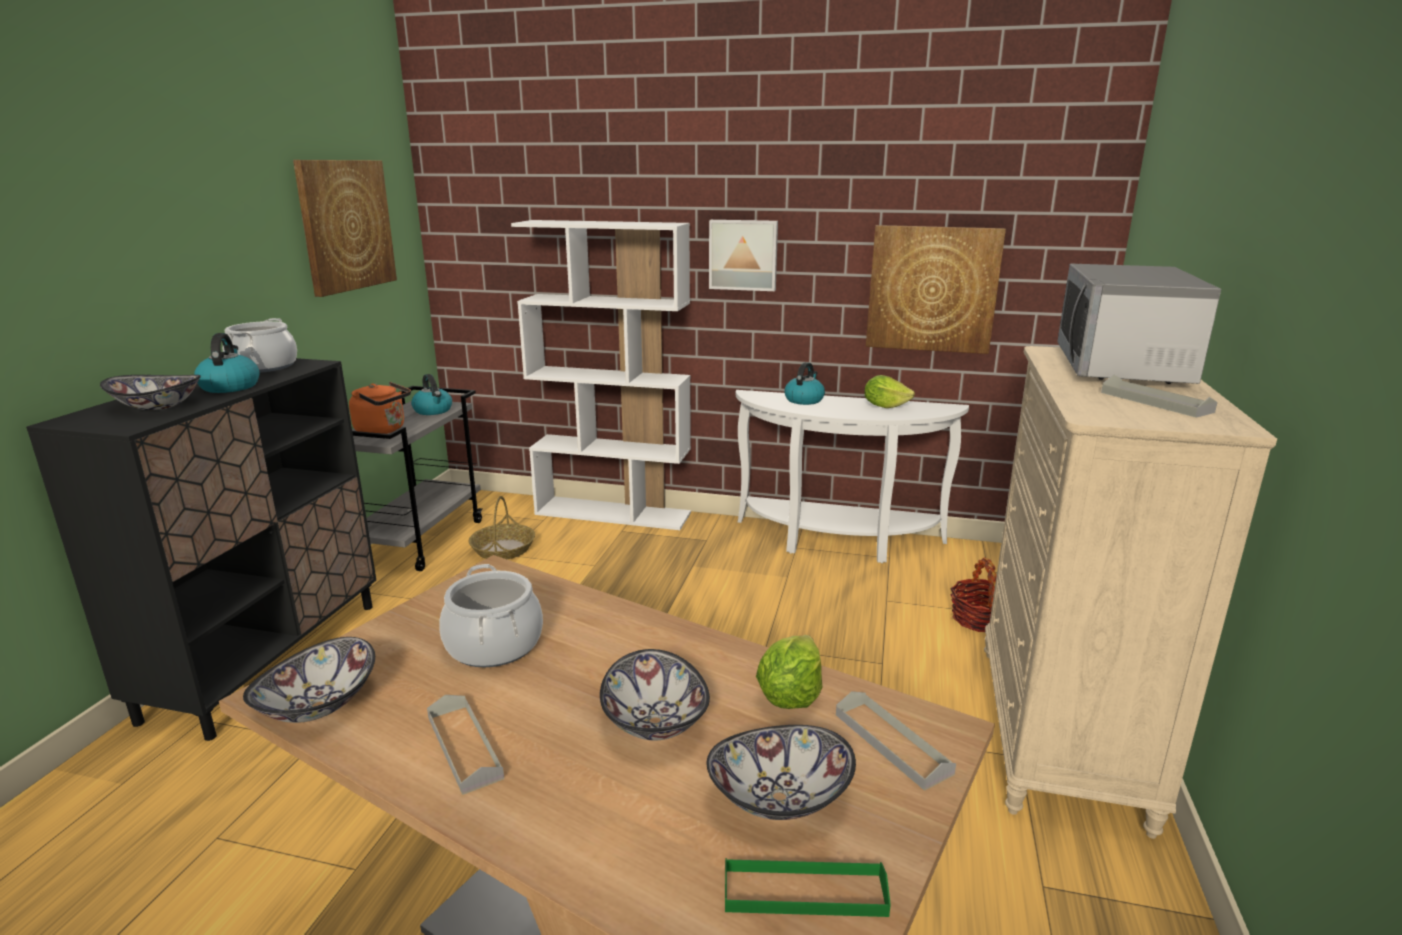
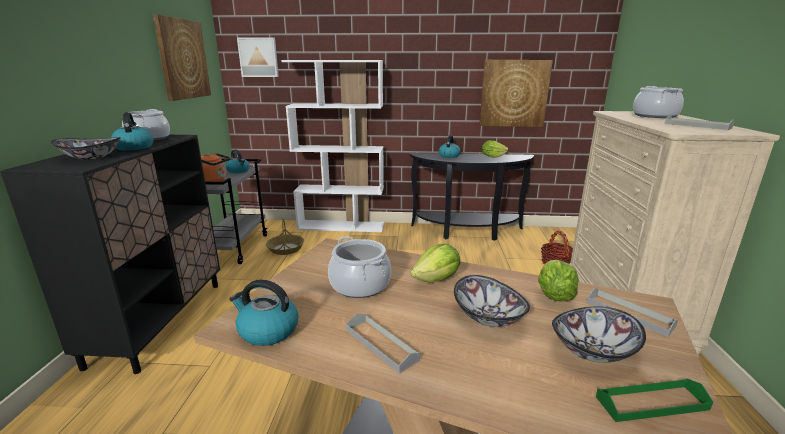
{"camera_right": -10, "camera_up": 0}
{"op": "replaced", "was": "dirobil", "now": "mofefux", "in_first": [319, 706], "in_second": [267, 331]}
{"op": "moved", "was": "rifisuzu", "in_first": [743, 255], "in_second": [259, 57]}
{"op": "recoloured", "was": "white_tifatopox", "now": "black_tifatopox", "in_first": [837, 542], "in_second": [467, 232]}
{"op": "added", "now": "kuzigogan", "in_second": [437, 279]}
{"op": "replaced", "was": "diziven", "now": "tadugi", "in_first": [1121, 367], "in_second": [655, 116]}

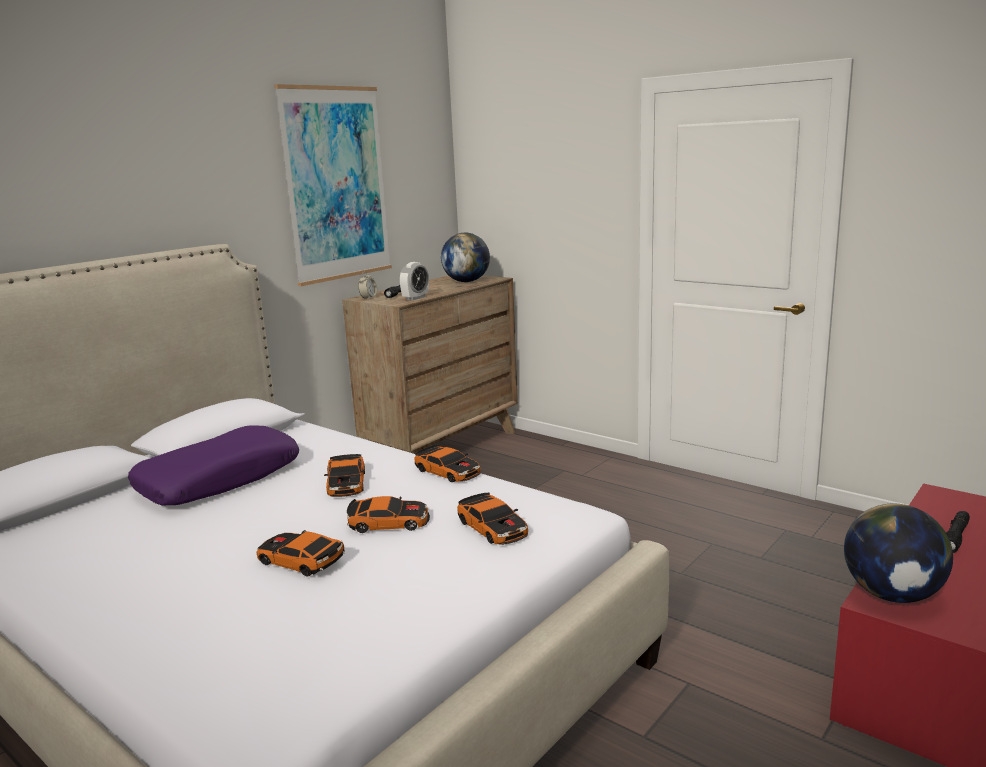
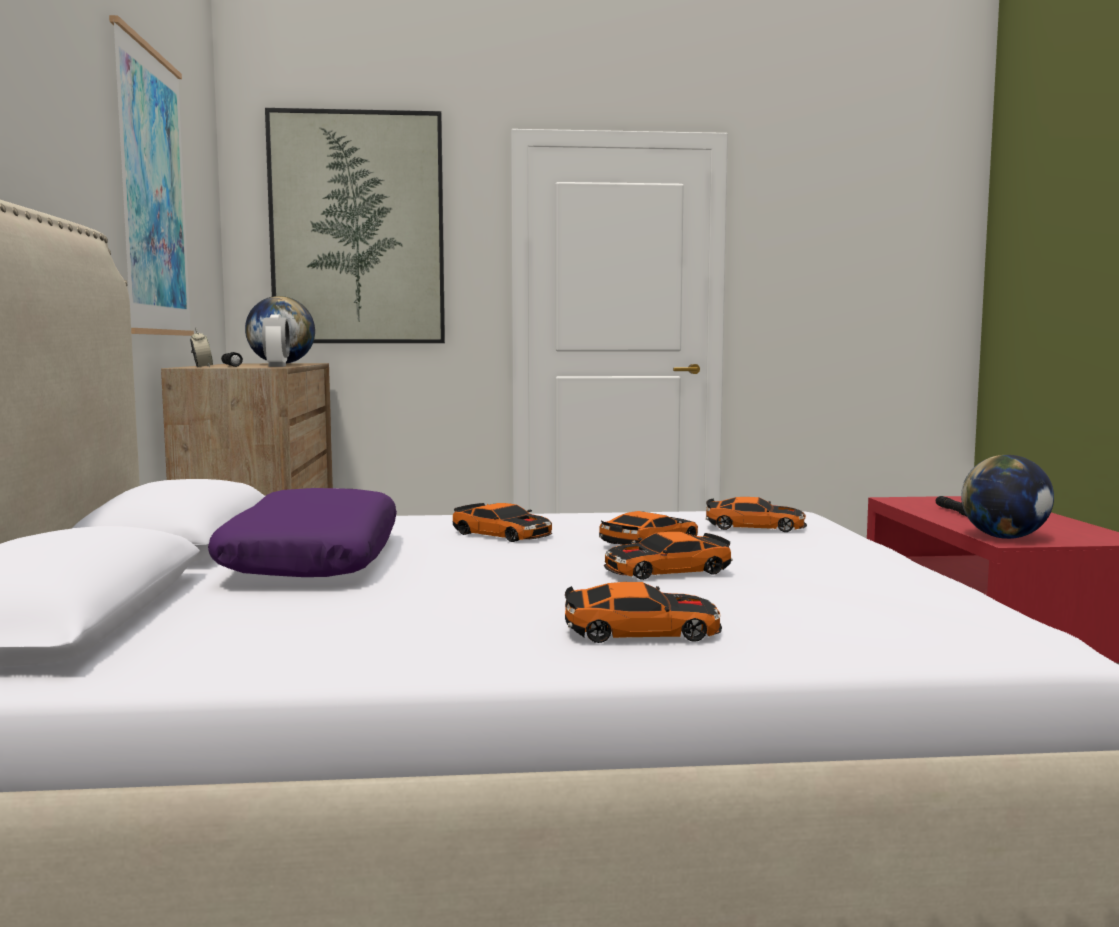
{"camera_right": -45, "camera_up": -10}
{"op": "added", "now": "rifisuzu", "in_second": [357, 228]}
{"op": "moved", "was": "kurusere", "in_first": [449, 471], "in_second": [641, 629]}

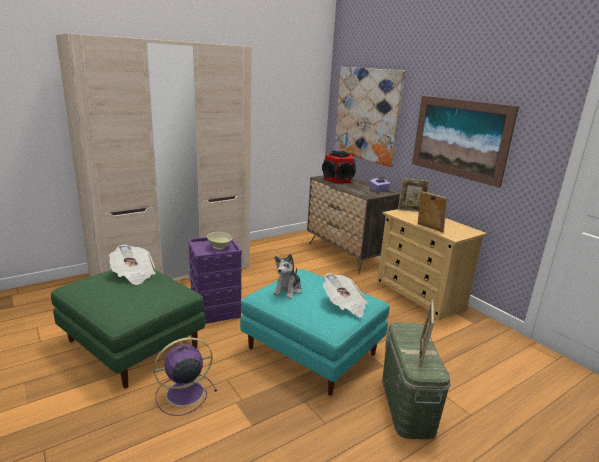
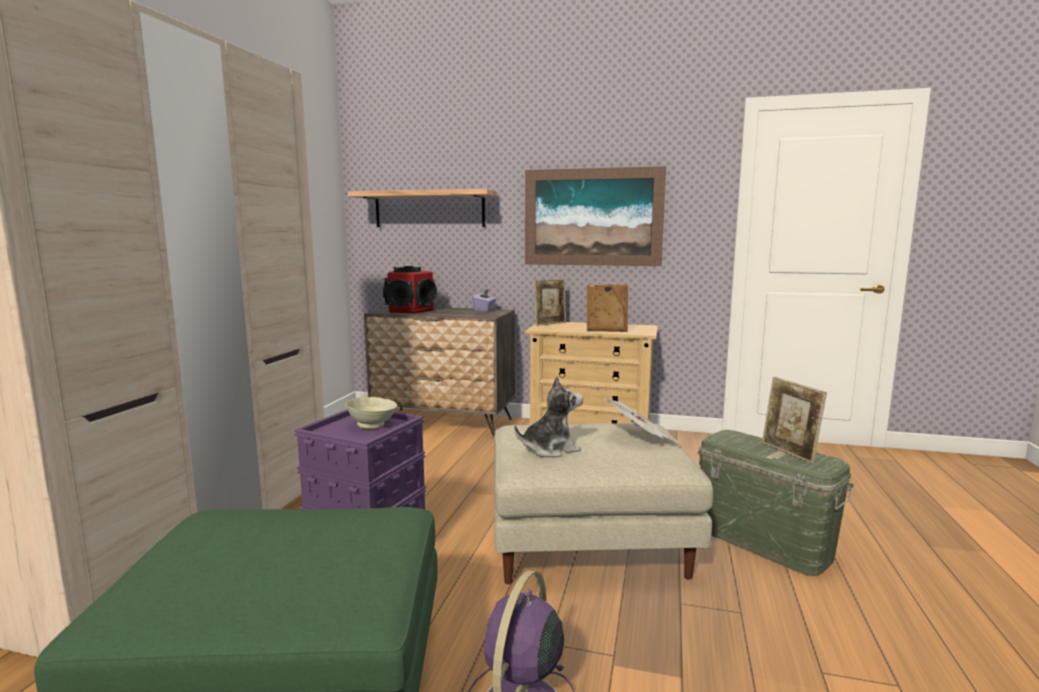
{"camera_right": -40, "camera_up": -10}
{"op": "replaced", "was": "rifisuzu", "now": "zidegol", "in_first": [367, 114], "in_second": [429, 209]}
{"op": "recoloured", "was": "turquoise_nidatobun", "now": "beige_nidatobun", "in_first": [313, 351], "in_second": [590, 542]}
{"op": "turned", "was": "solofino", "in_first": [288, 290], "in_second": [550, 449], "clockwise": -90}
{"op": "removed", "was": "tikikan", "in_first": [133, 275]}

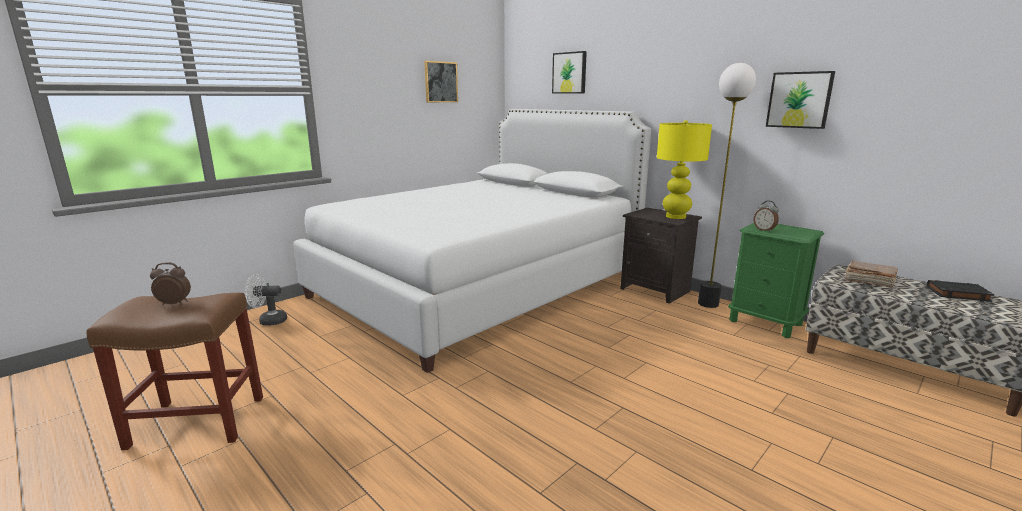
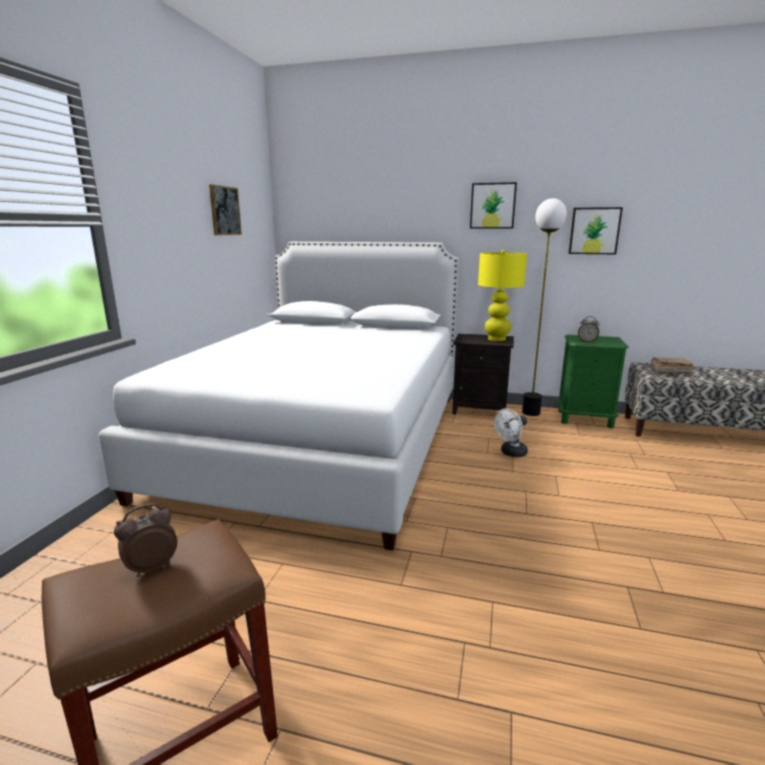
{"camera_right": -30, "camera_up": 0}
{"op": "moved", "was": "rifisuzu", "in_first": [570, 73], "in_second": [492, 206]}
{"op": "moved", "was": "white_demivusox", "in_first": [268, 321], "in_second": [511, 453]}
{"op": "removed", "was": "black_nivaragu", "in_first": [957, 294]}

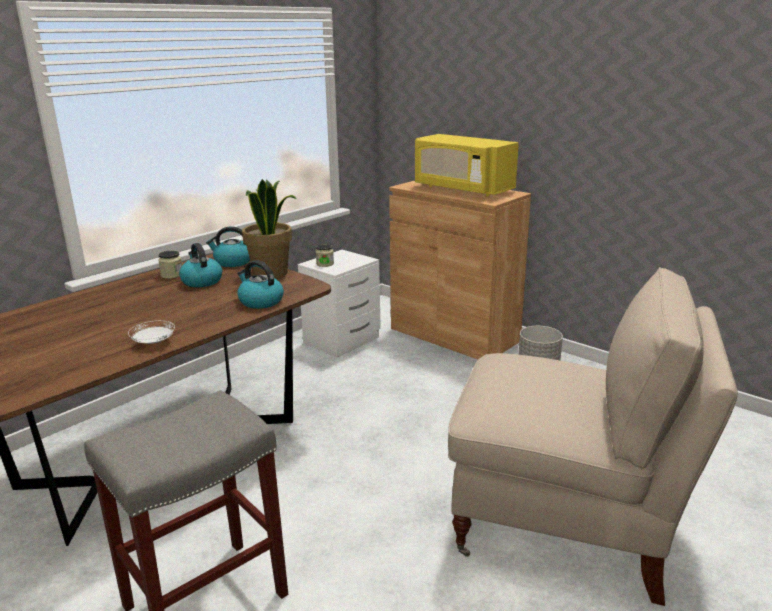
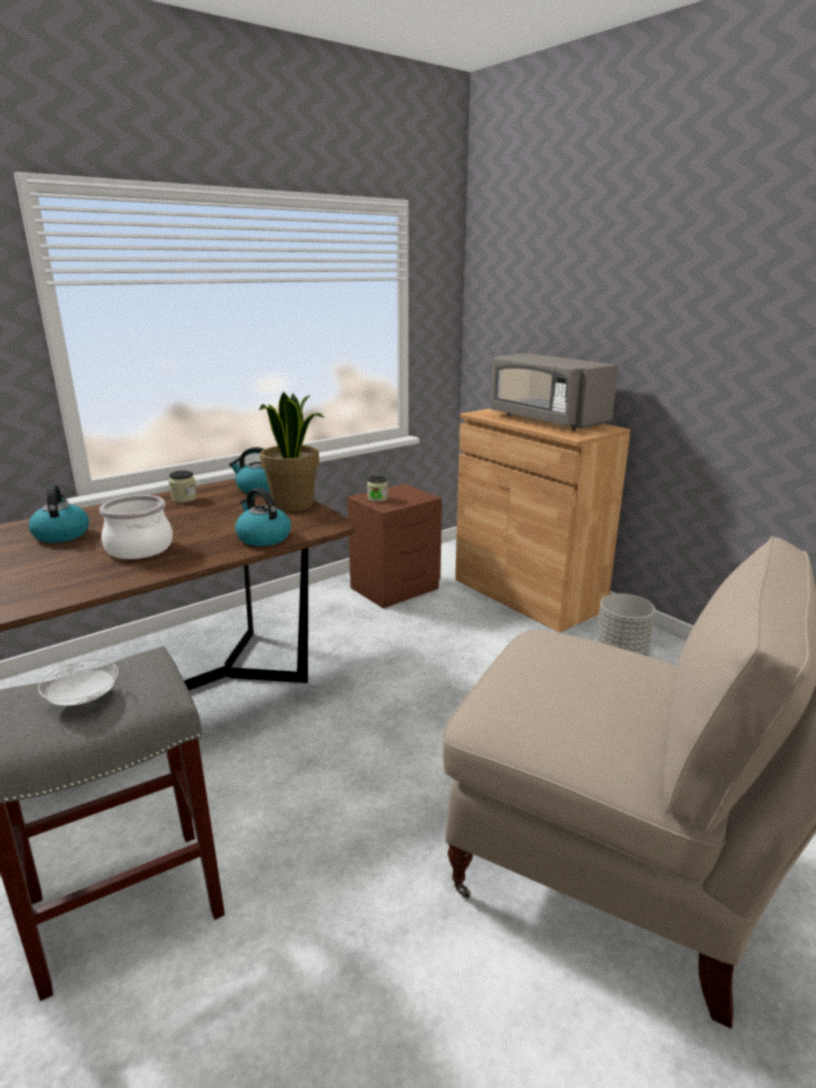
{"camera_right": 10, "camera_up": 0}
{"op": "moved", "was": "mofefux", "in_first": [201, 281], "in_second": [61, 534]}
{"op": "moved", "was": "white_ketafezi", "in_first": [153, 343], "in_second": [83, 699]}
{"op": "added", "now": "tadugi", "in_second": [140, 548]}
{"op": "recoloured", "was": "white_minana", "now": "brown_minana", "in_first": [343, 340], "in_second": [397, 588]}
{"op": "recoloured", "was": "yellow_diziven", "now": "grey_diziven", "in_first": [462, 189], "in_second": [546, 420]}

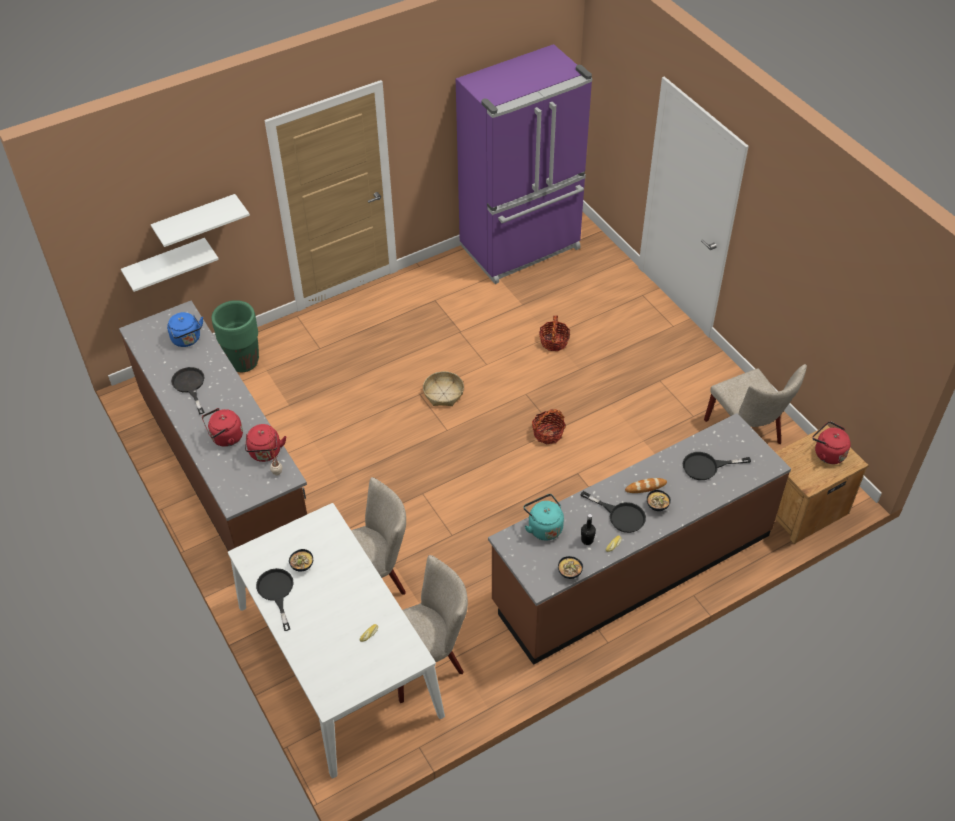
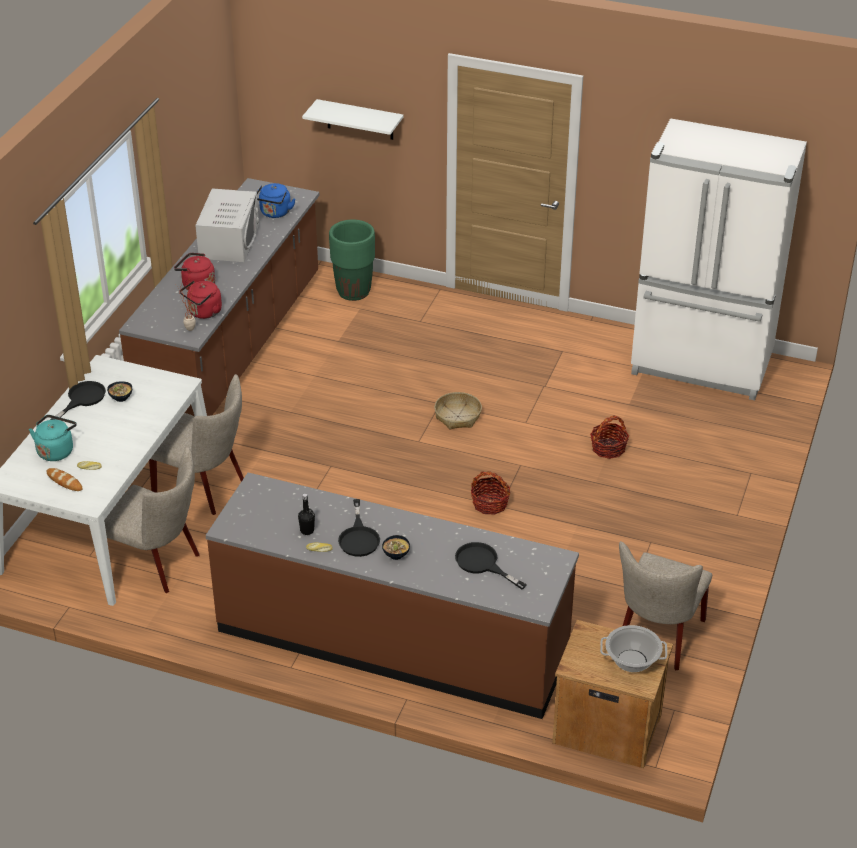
{"camera_right": 50, "camera_up": -10}
{"op": "moved", "was": "turquoise_mofefux", "in_first": [543, 527], "in_second": [56, 450]}
{"op": "moved", "was": "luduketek", "in_first": [645, 487], "in_second": [64, 481]}
{"op": "replaced", "was": "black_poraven", "now": "white_diziven", "in_first": [190, 386], "in_second": [229, 241]}
{"op": "replaced", "was": "red_mofefux", "now": "tadugi", "in_first": [827, 453], "in_second": [632, 661]}
{"op": "recoloured", "was": "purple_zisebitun", "now": "white_zisebitun", "in_first": [522, 248], "in_second": [701, 365]}
{"op": "removed", "was": "white_zidegol", "in_first": [166, 263]}
{"op": "removed", "was": "dirobil", "in_first": [569, 573]}

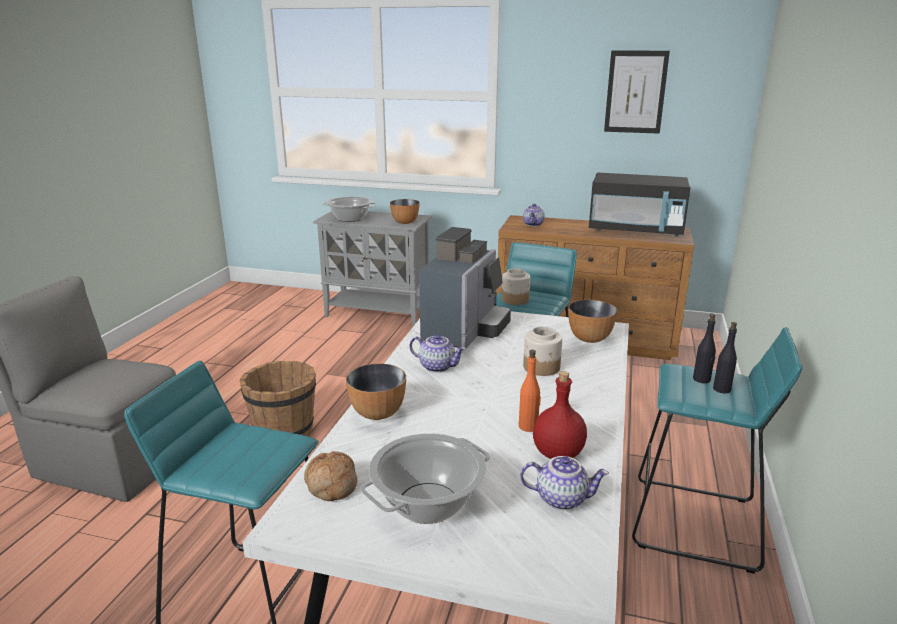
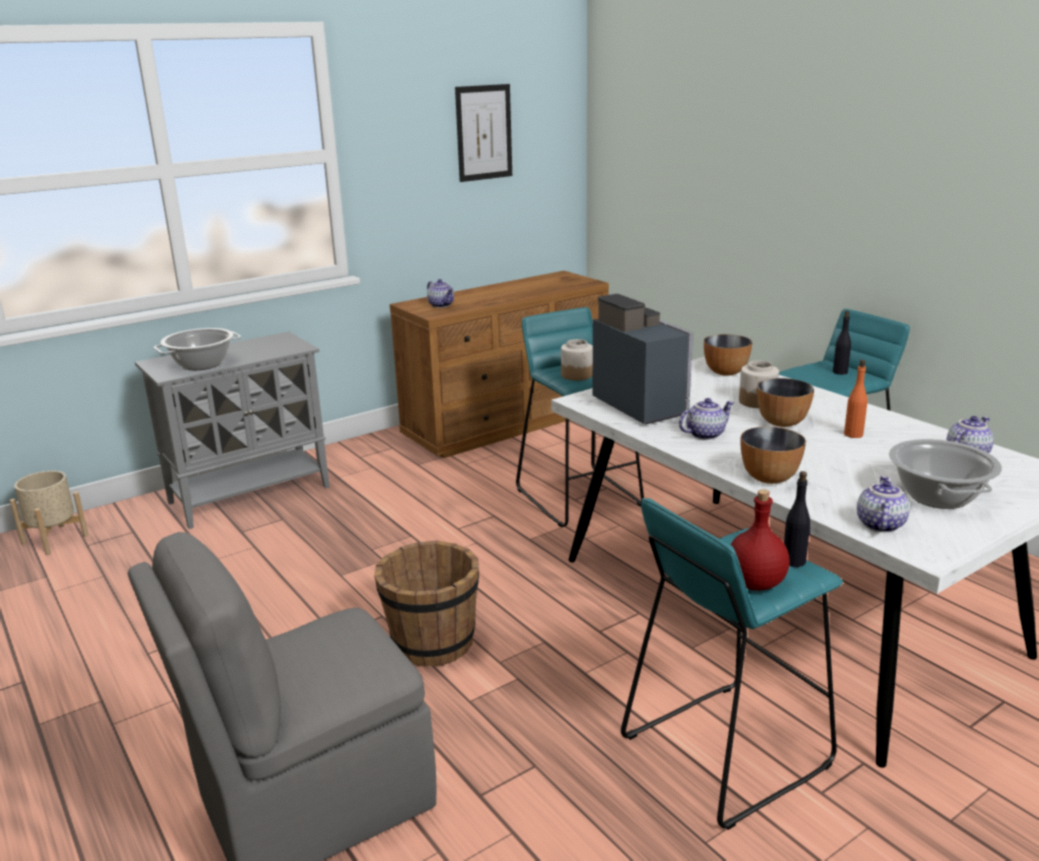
{"camera_right": -50, "camera_up": 0}
{"op": "added", "now": "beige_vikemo", "in_second": [55, 539]}
{"op": "moved", "was": "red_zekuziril", "in_first": [557, 453], "in_second": [754, 583]}
{"op": "moved", "was": "dirobil", "in_first": [405, 222], "in_second": [782, 422]}
{"op": "moved", "was": "black_zekuziril", "in_first": [701, 379], "in_second": [794, 561]}
{"op": "replaced", "was": "luduketek", "now": "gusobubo", "in_first": [330, 485], "in_second": [879, 524]}
{"op": "removed", "was": "black_diziven", "in_first": [635, 230]}

